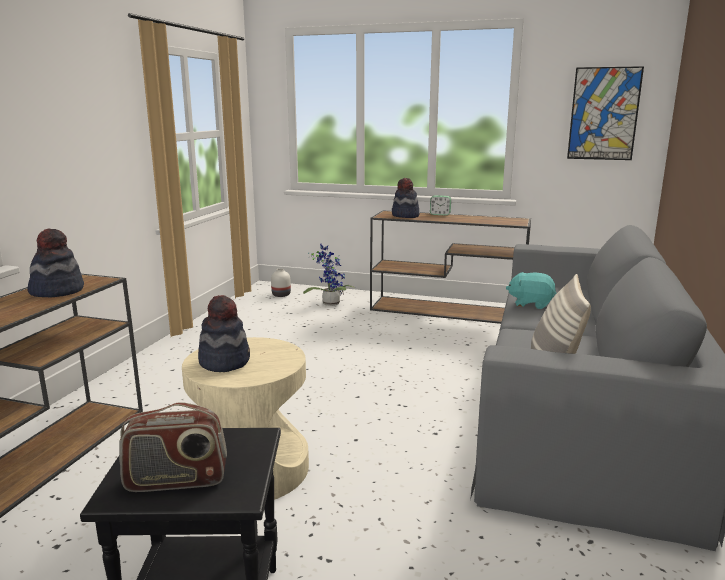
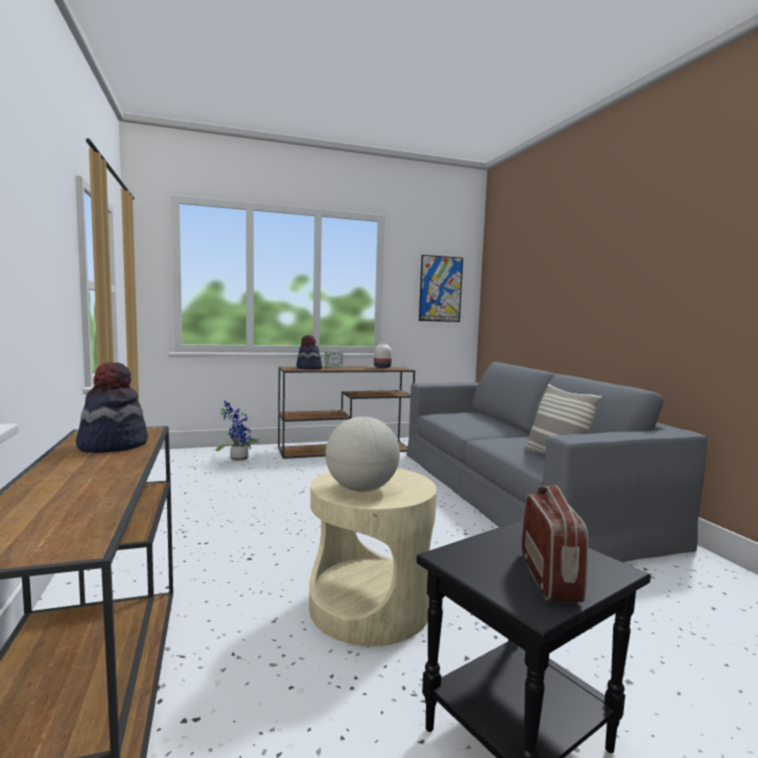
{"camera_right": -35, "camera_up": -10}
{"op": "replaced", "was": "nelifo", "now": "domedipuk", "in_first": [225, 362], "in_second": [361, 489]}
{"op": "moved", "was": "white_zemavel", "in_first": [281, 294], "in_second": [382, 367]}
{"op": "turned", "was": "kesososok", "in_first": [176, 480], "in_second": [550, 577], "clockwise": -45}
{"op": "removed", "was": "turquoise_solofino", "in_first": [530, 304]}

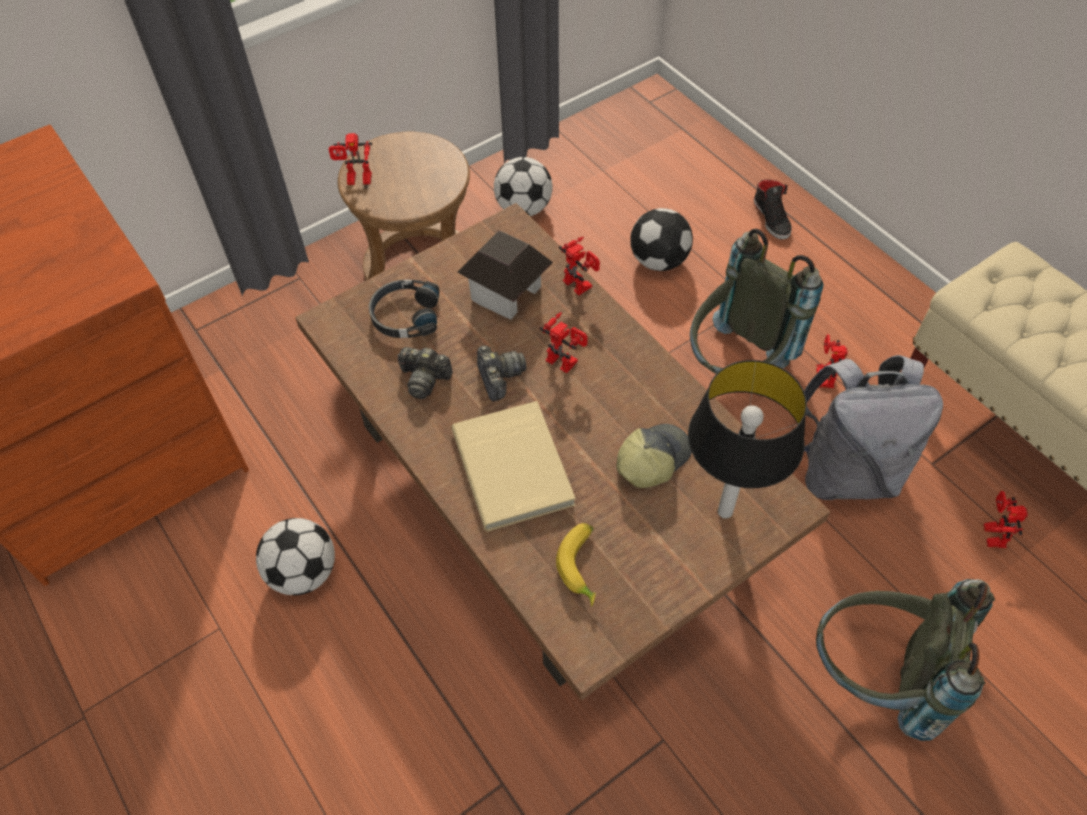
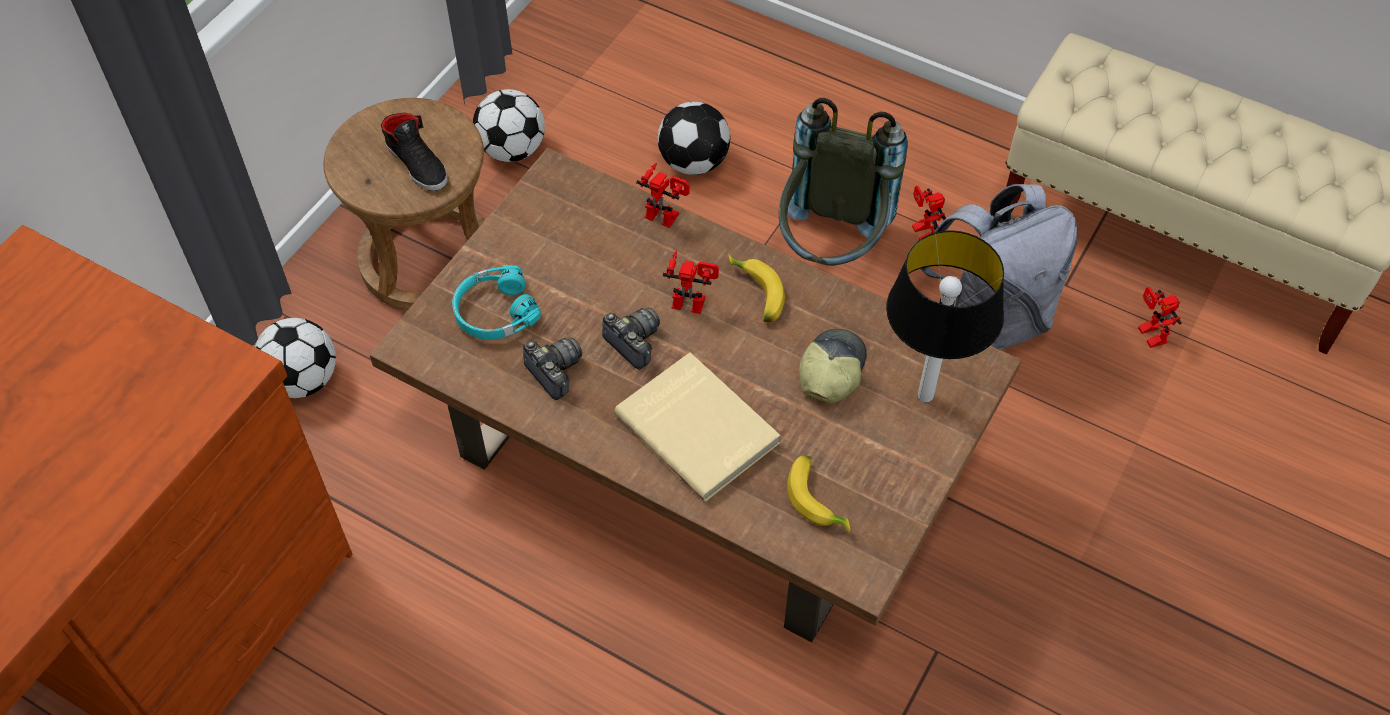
{"camera_right": -25, "camera_up": 0}
{"op": "moved", "was": "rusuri", "in_first": [303, 573], "in_second": [303, 380]}
{"op": "moved", "was": "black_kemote", "in_first": [772, 218], "in_second": [418, 164]}
{"op": "recoloured", "was": "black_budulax", "now": "turquoise_budulax", "in_first": [405, 316], "in_second": [494, 312]}
{"op": "turned", "was": "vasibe", "in_first": [424, 379], "in_second": [554, 372], "clockwise": -120}
{"op": "added", "now": "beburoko", "in_second": [755, 294]}
{"op": "removed", "was": "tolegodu", "in_first": [357, 181]}
{"op": "removed", "was": "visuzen", "in_first": [506, 293]}
{"op": "removed", "was": "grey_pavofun", "in_first": [875, 678]}

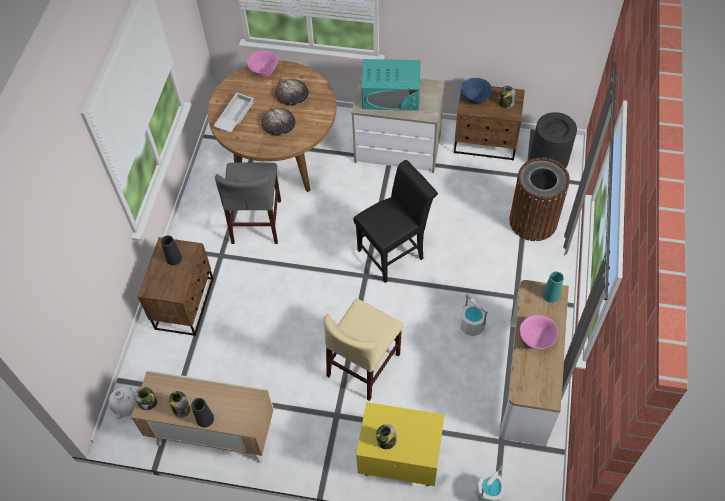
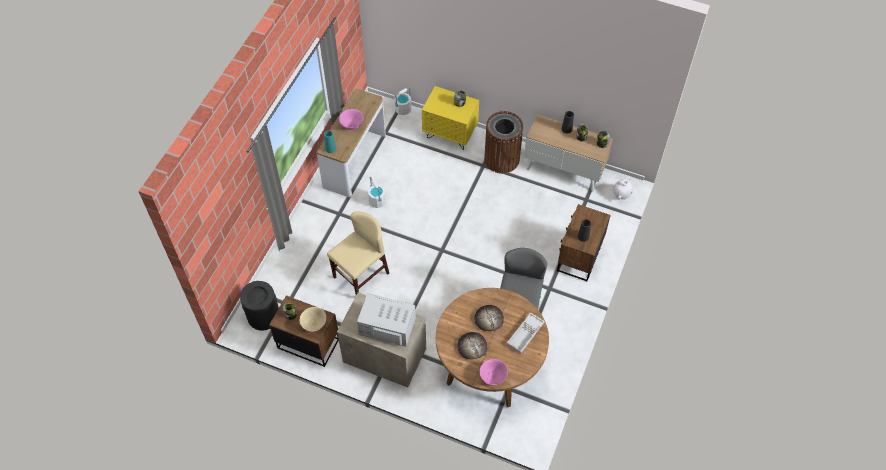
{"camera_right": -170, "camera_up": 0}
{"op": "recoloured", "was": "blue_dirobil", "now": "beige_dirobil", "in_first": [475, 99], "in_second": [314, 324]}
{"op": "moved", "was": "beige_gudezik", "in_first": [363, 365], "in_second": [361, 275]}
{"op": "recoloured", "was": "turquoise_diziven", "now": "white_diziven", "in_first": [391, 95], "in_second": [387, 326]}
{"op": "moved", "was": "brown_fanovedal", "in_first": [533, 221], "in_second": [502, 159]}
{"op": "removed", "was": "black_gudezik", "in_first": [394, 252]}

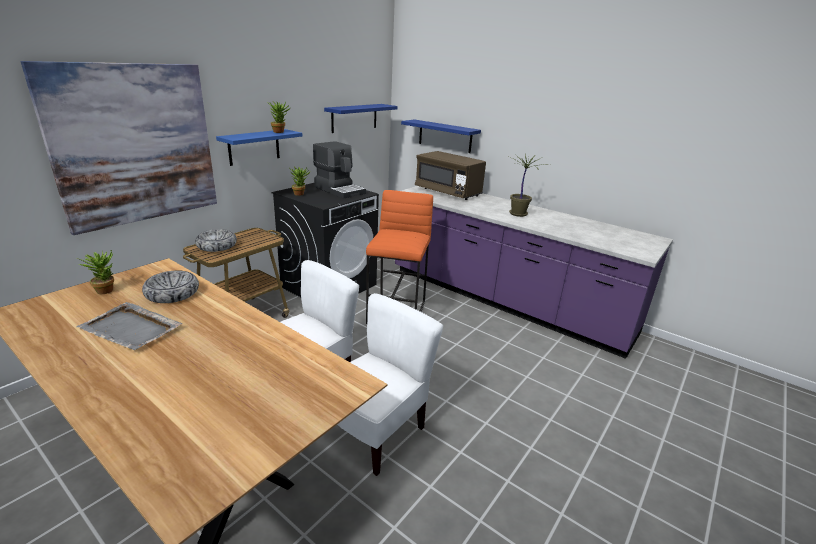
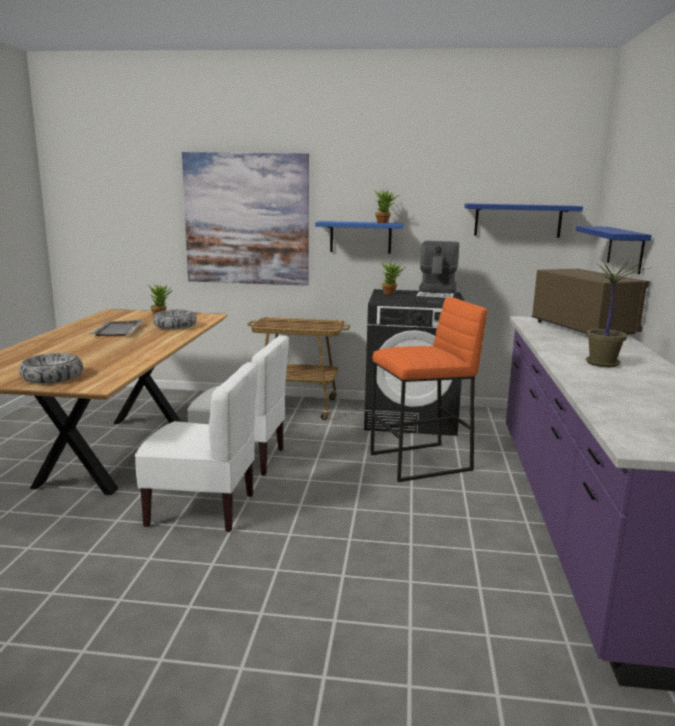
{"camera_right": 60, "camera_up": -10}
{"op": "moved", "was": "dirobil", "in_first": [217, 246], "in_second": [52, 377]}
{"op": "turned", "was": "brown_diziven", "in_first": [448, 192], "in_second": [582, 329], "clockwise": 150}

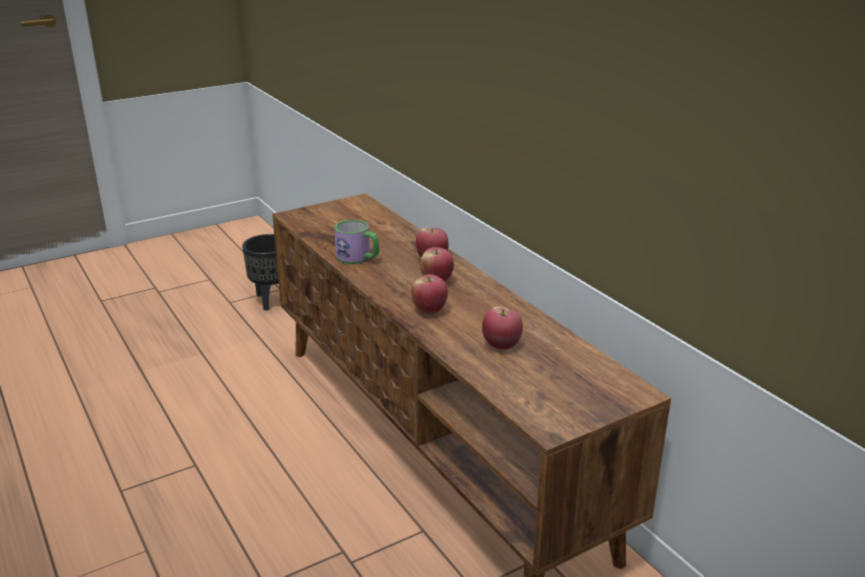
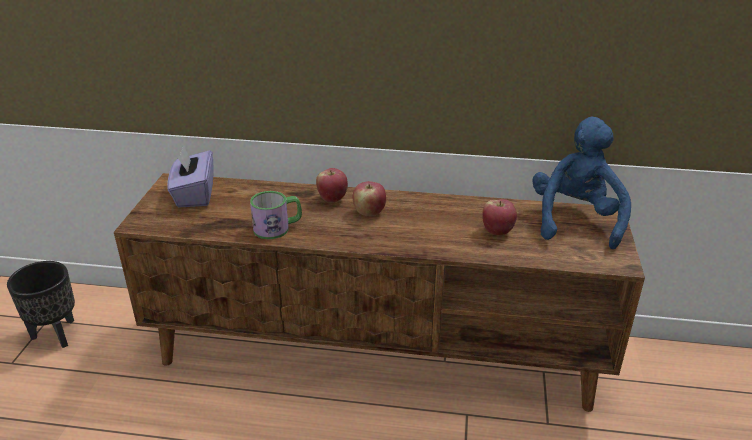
{"camera_right": -50, "camera_up": 5}
{"op": "added", "now": "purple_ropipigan", "in_second": [194, 194]}
{"op": "added", "now": "blue_solofino", "in_second": [575, 220]}
{"op": "removed", "was": "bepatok", "in_first": [429, 310]}

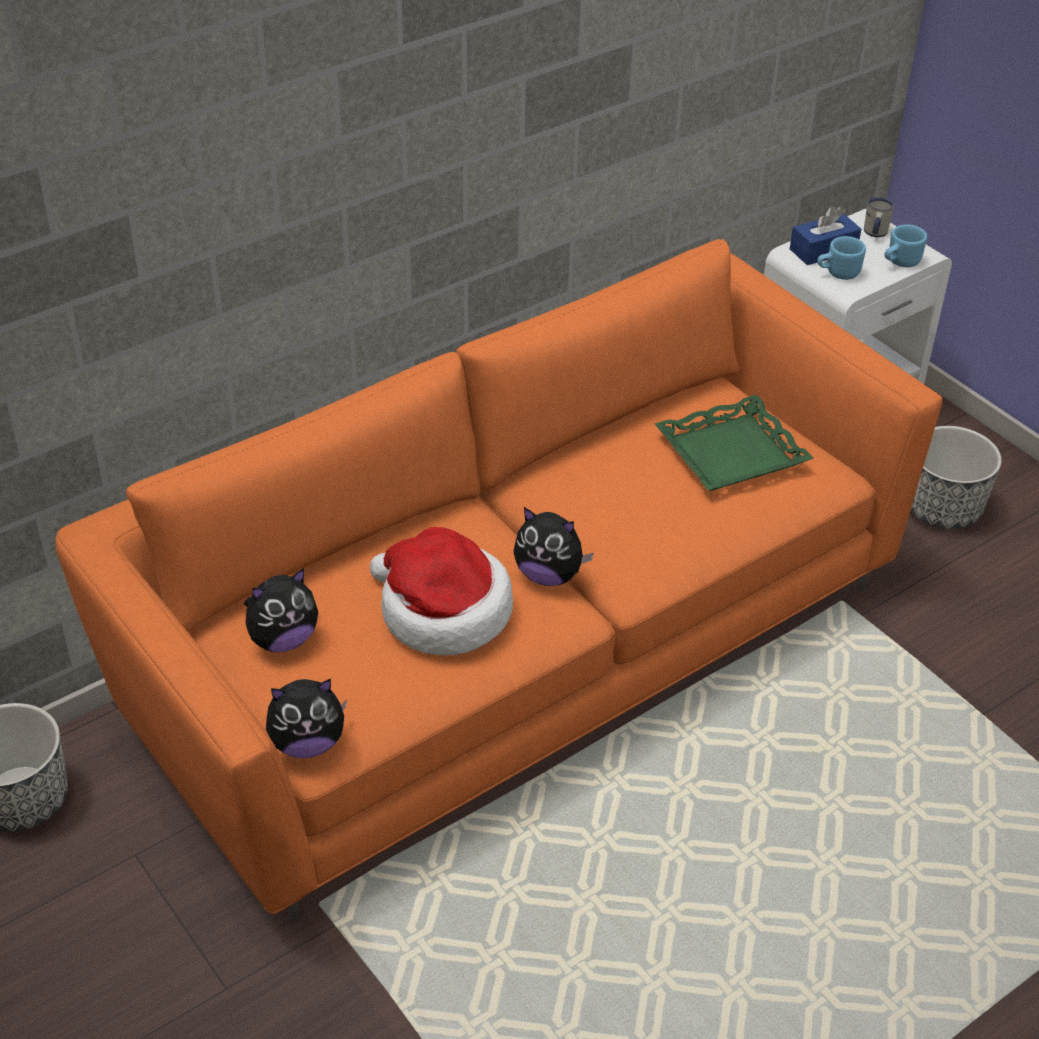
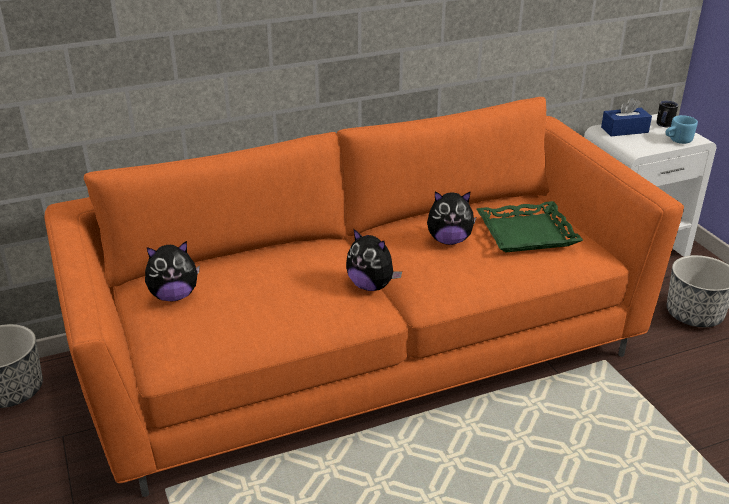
{"camera_right": 15, "camera_up": -10}
{"op": "moved", "was": "solofino", "in_first": [307, 743], "in_second": [449, 240]}
{"op": "recoloured", "was": "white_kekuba", "now": "black_kekuba", "in_first": [874, 233], "in_second": [663, 125]}
{"op": "removed", "was": "nelifo", "in_first": [442, 612]}
{"op": "removed", "was": "blue_kekuba", "in_first": [837, 273]}

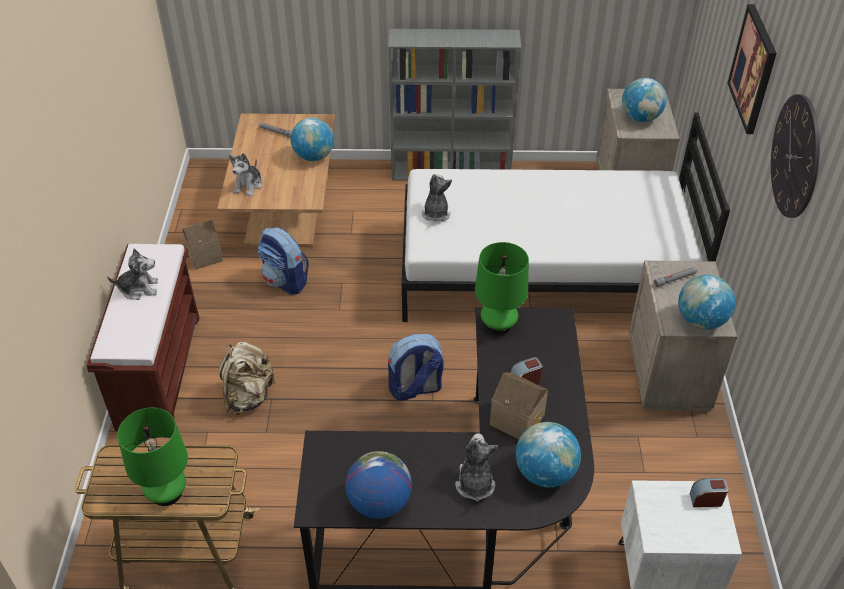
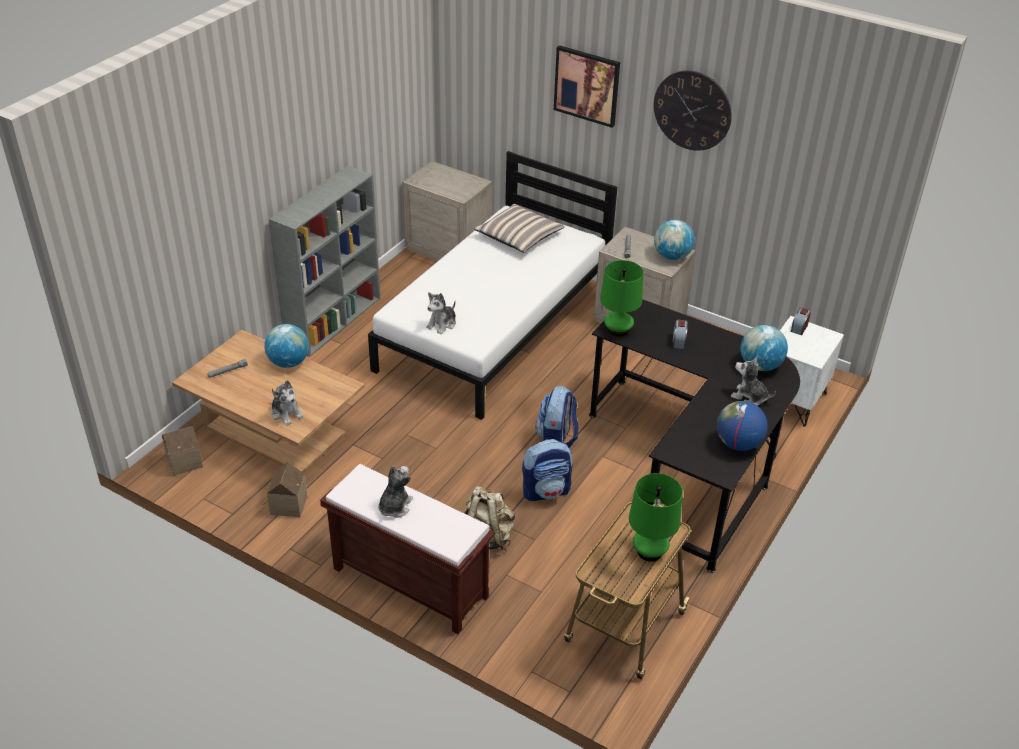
{"camera_right": -60, "camera_up": -5}
{"op": "moved", "was": "visuzen", "in_first": [518, 418], "in_second": [183, 461]}
{"op": "turned", "was": "solofino", "in_first": [436, 213], "in_second": [442, 324], "clockwise": -90}
{"op": "added", "now": "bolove", "in_second": [519, 236]}
{"op": "moved", "was": "pavofun", "in_first": [285, 281], "in_second": [546, 491]}
{"op": "removed", "was": "domedipuk", "in_first": [640, 118]}

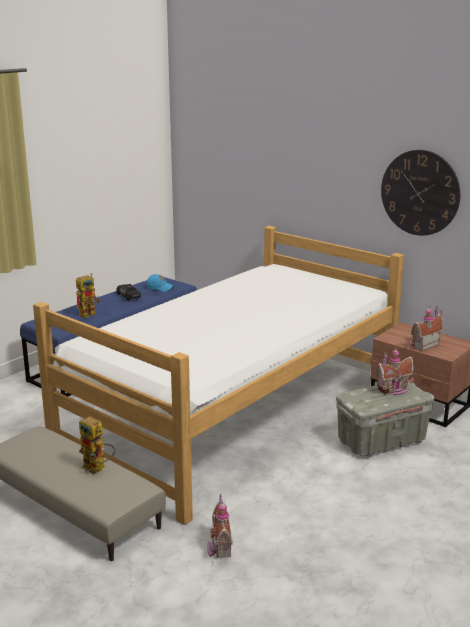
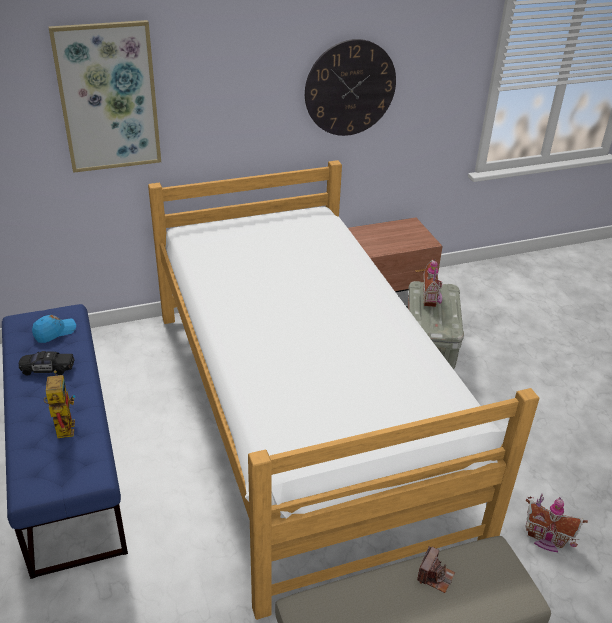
{"camera_right": -60, "camera_up": 15}
{"op": "added", "now": "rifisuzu", "in_second": [108, 98]}
{"op": "replaced", "was": "tolegodu", "now": "vasibe", "in_first": [98, 469], "in_second": [435, 576]}
{"op": "removed", "was": "visuzen", "in_first": [423, 345]}

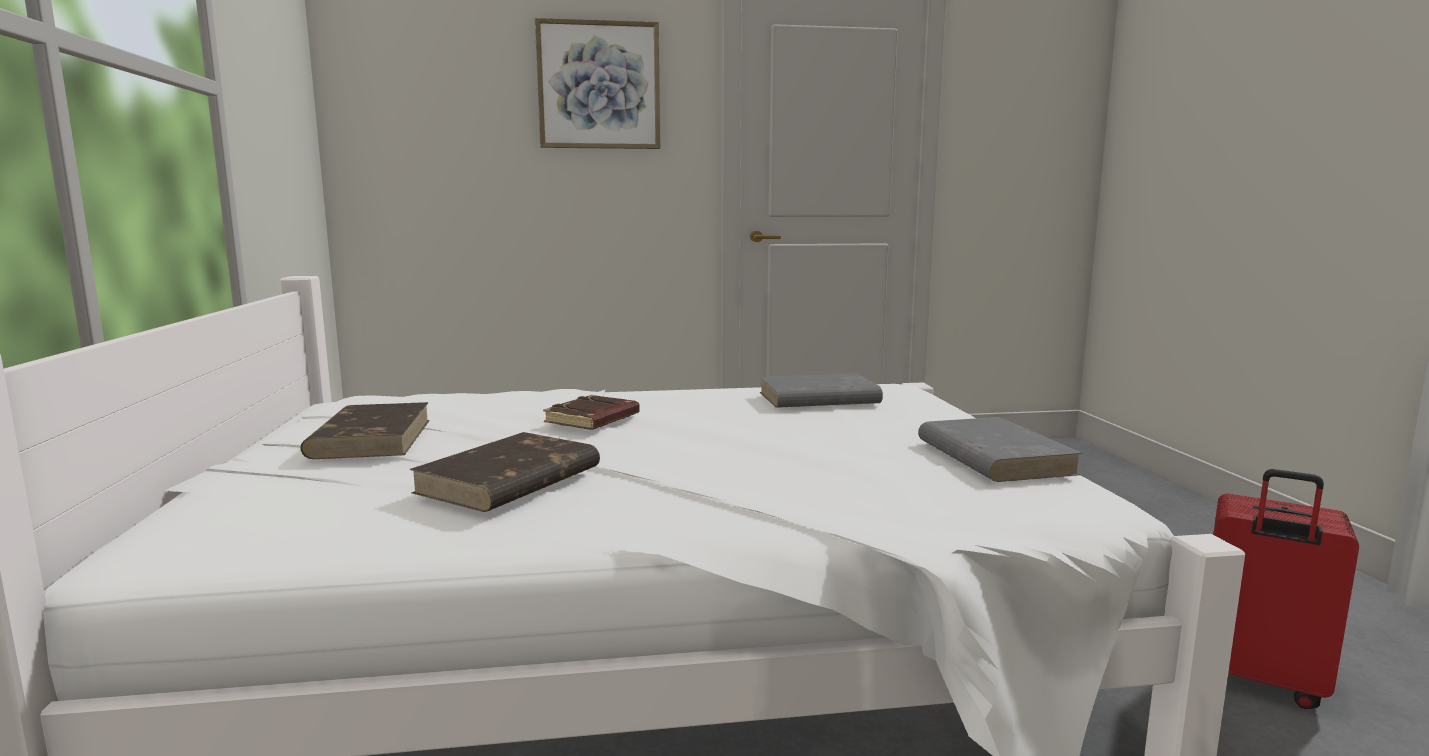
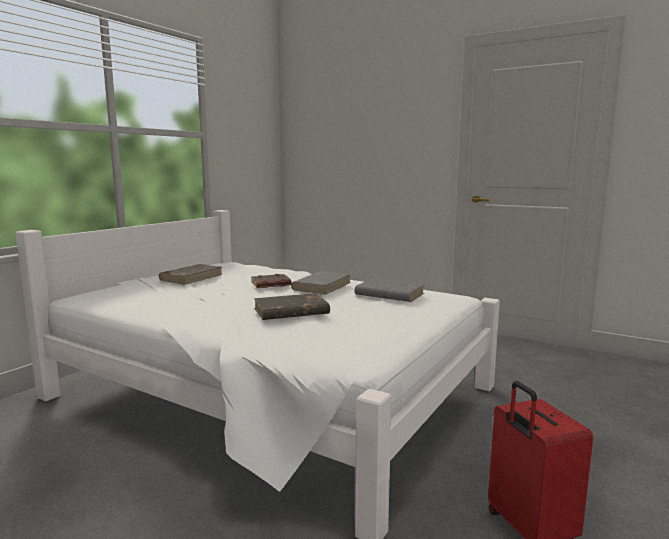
{"camera_right": 40, "camera_up": 0}
{"op": "moved", "was": "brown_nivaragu", "in_first": [508, 480], "in_second": [290, 311]}
{"op": "moved", "was": "grey_nivaragu", "in_first": [992, 456], "in_second": [322, 286]}
{"op": "removed", "was": "rifisuzu", "in_first": [599, 85]}

